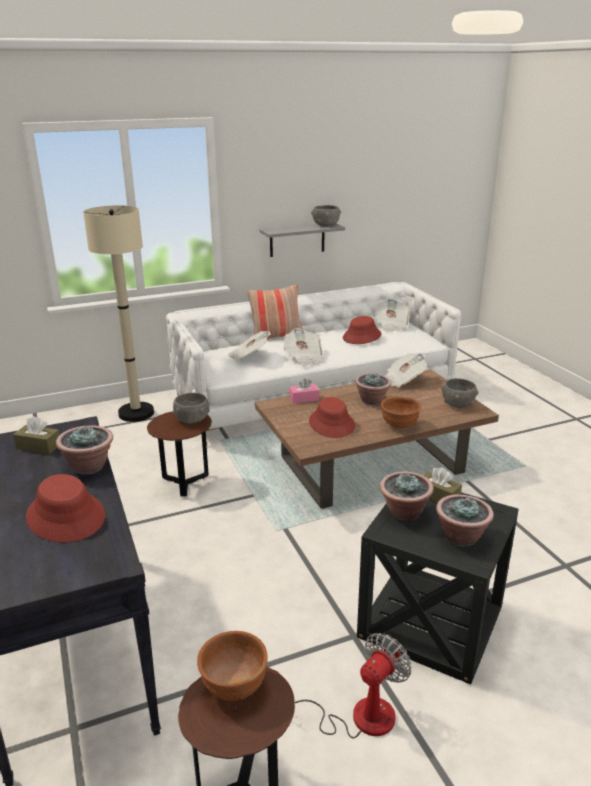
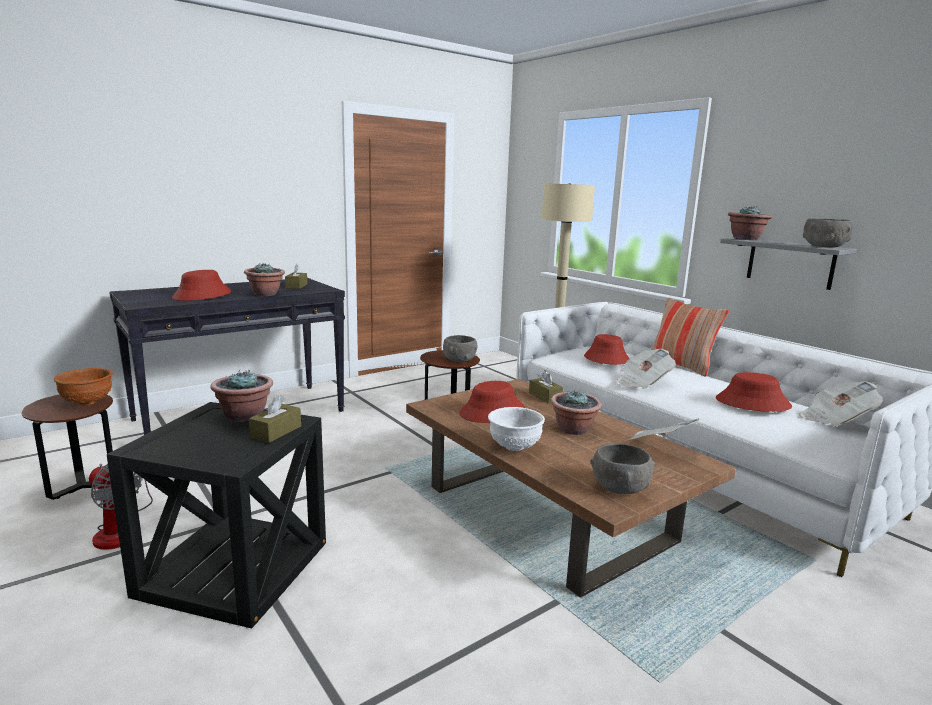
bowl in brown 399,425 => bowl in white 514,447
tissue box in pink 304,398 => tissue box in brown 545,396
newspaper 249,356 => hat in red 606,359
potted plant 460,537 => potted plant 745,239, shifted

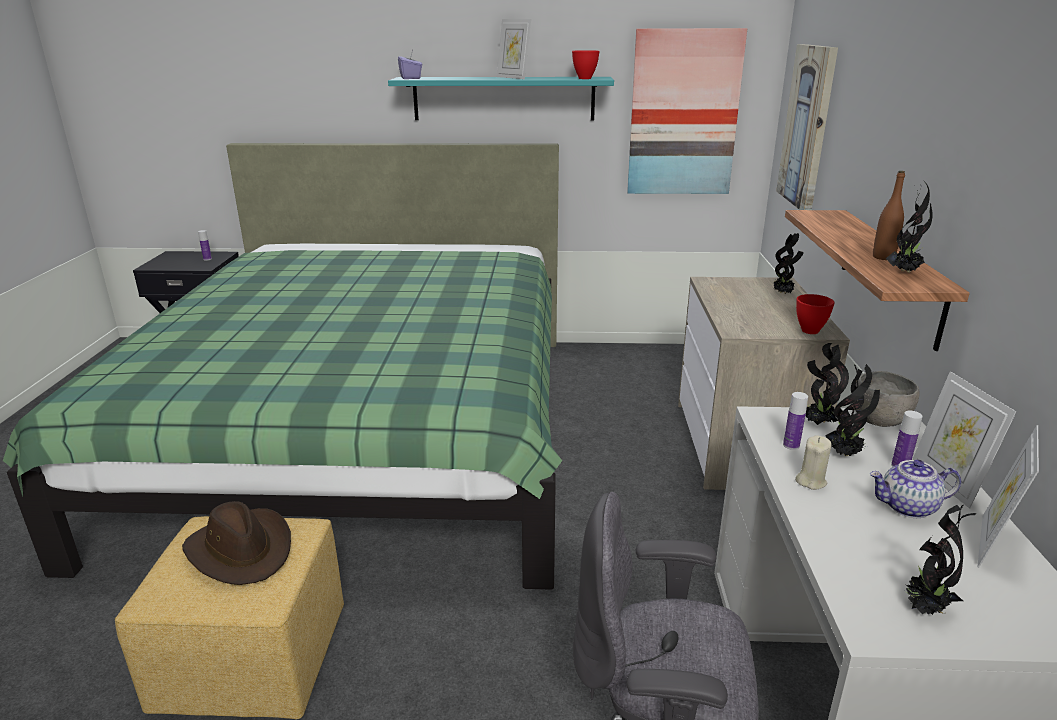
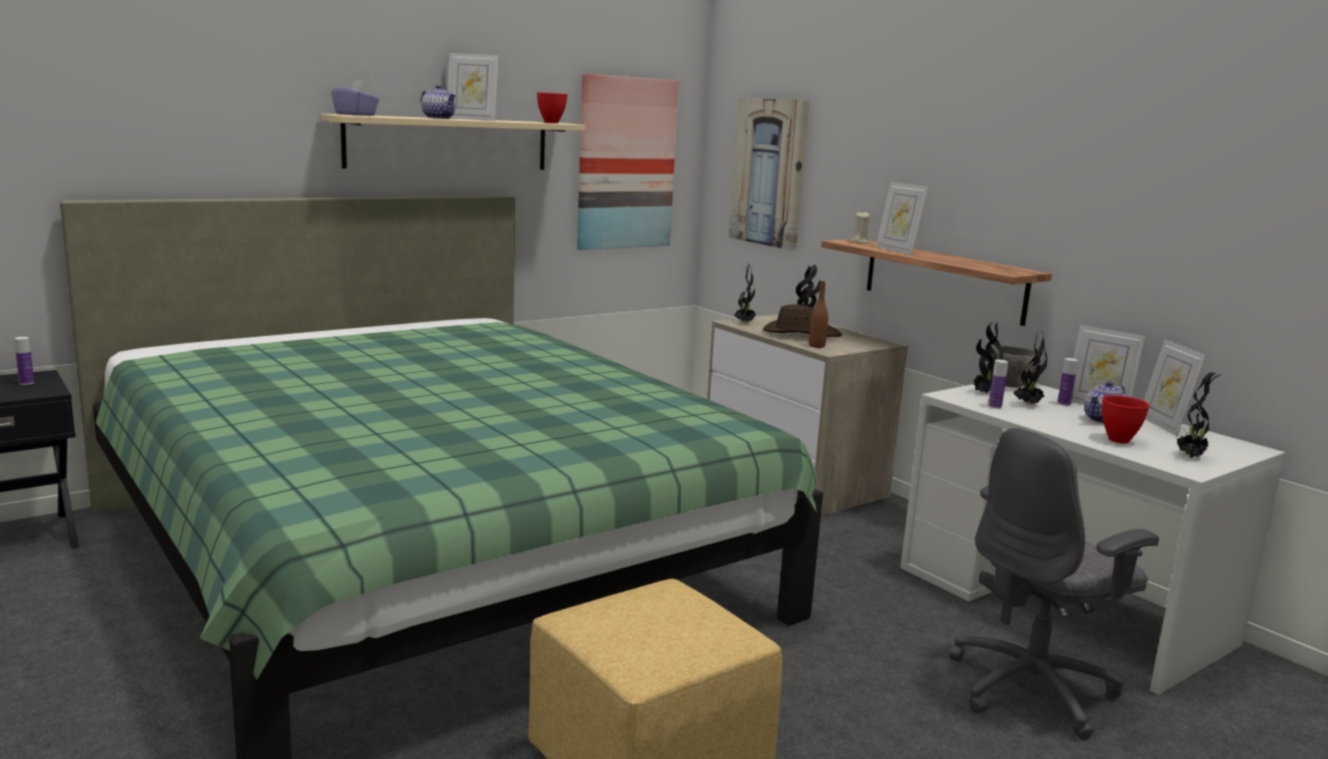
shelf in turquoise 503,98 => shelf in beige 448,143
nothing => teapot 439,118
potted plant 904,272 => potted plant 745,322, shifted
hat in brown 241,550 => hat in brown 801,333, shifted
bottle in brown 883,257 => bottle in brown 816,346, shifted
candle in beige 810,481 => candle in beige 859,242, shifted
nothing => picture frame 897,251
bowl in red 810,330 => bowl in red 1117,439, shifted

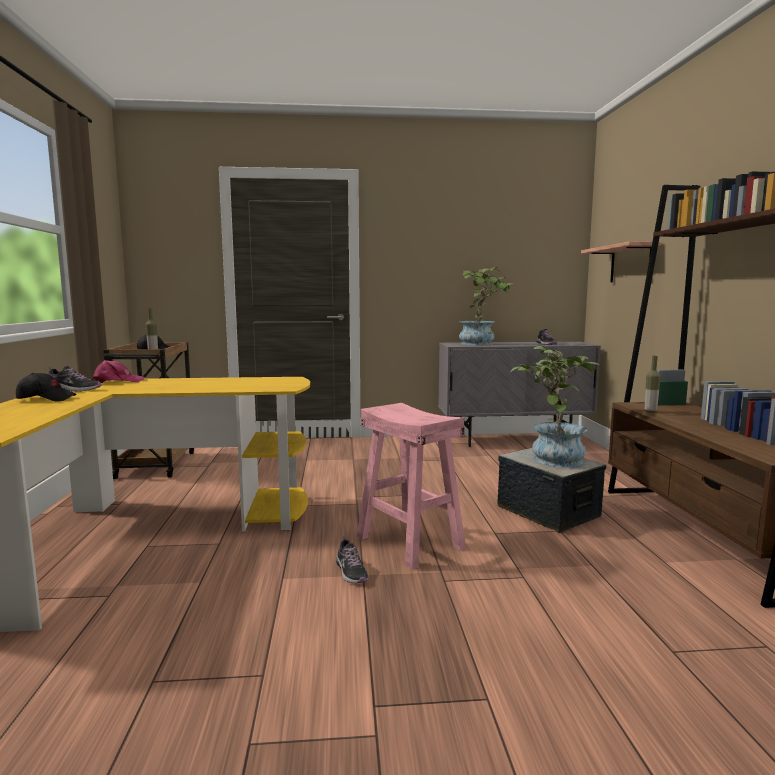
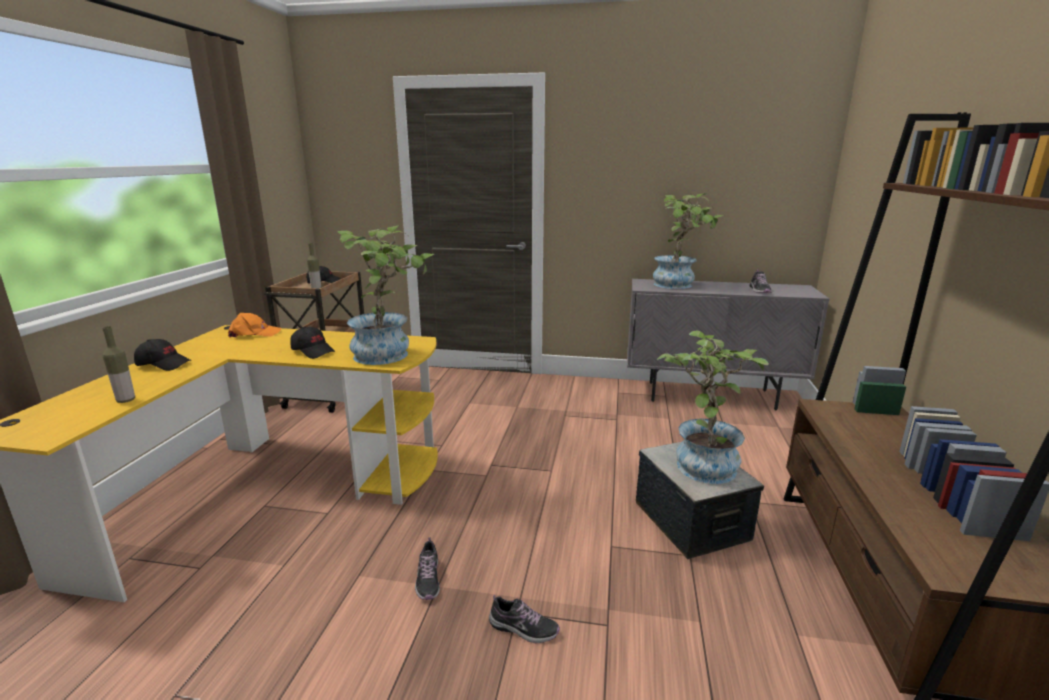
bottle 650,412 => bottle 126,400, shifted
cap in pink 117,381 => cap in orange 254,333
nothing => cap in black 313,351
nothing => potted plant 389,353
shoe 73,390 => shoe 523,628, shifted
stool in pink 410,542 => nothing
shelf 630,264 => nothing

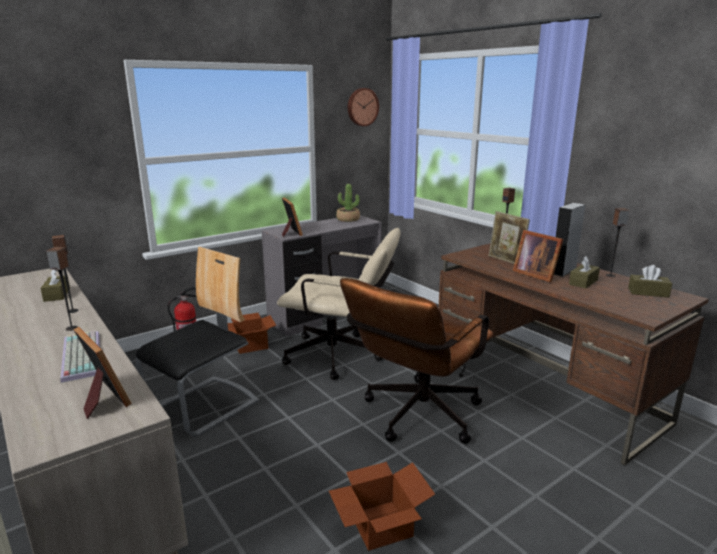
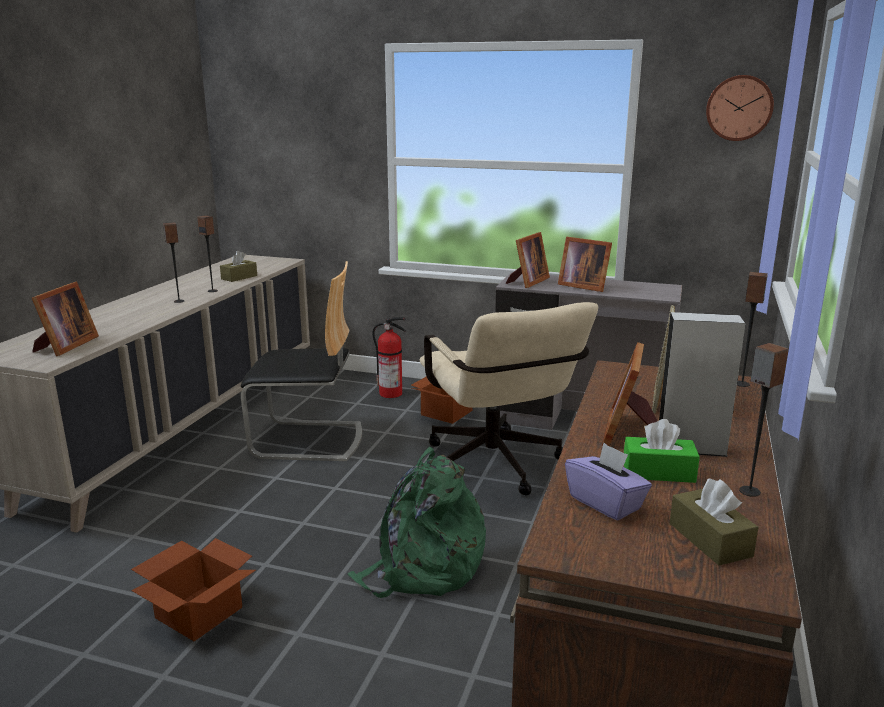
office chair in brown 416,417 => backpack in green 423,567
nothing => picture frame 582,286
nothing => tissue box in purple 605,503
tissue box in brown 583,282 => tissue box in green 658,472
keyboard 79,356 => nothing
potted plant 348,219 => nothing

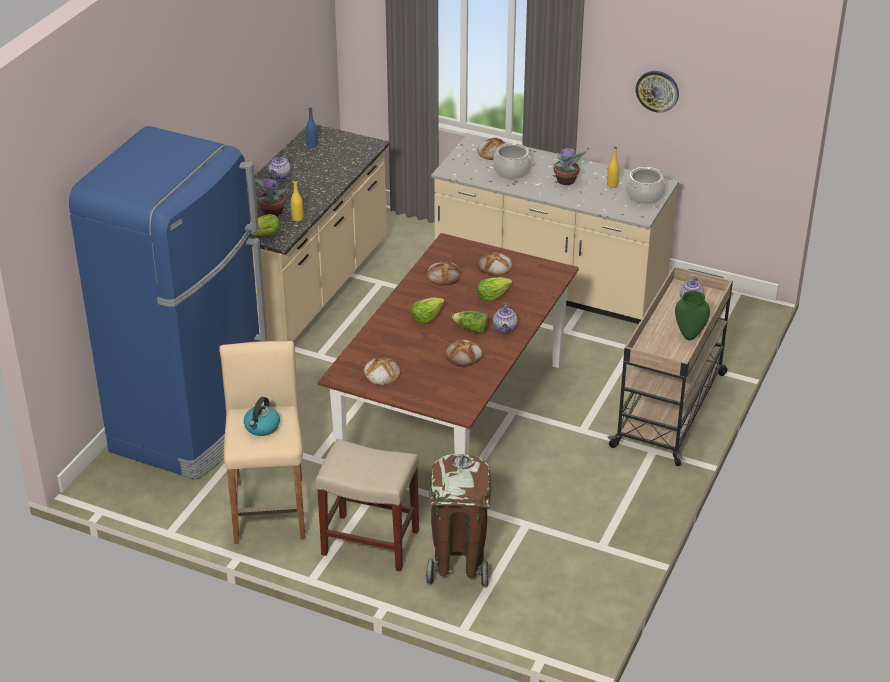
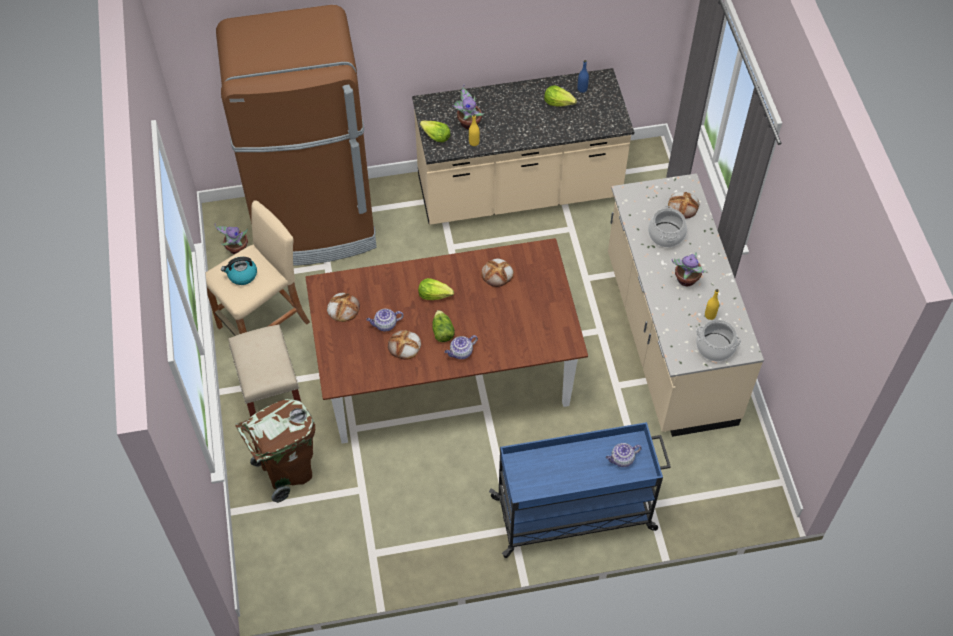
nothing => potted plant 236,249
fridge in blue 191,426 => fridge in brown 315,226
teapot 280,176 => teapot 385,325, shifted
cart in beige 670,408 => cart in blue 575,513
lettuce 492,296 => lettuce 558,102, shifted
bread 495,267 => nothing
wall clock 657,91 => nothing
vase in green 689,336 => nothing

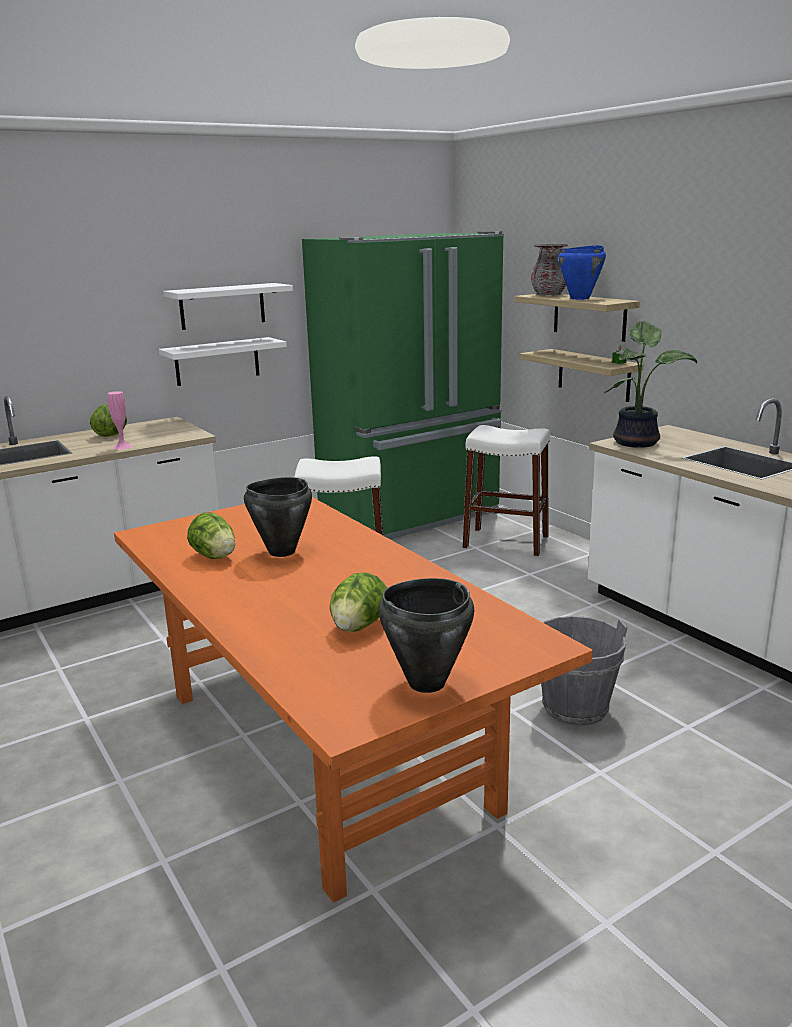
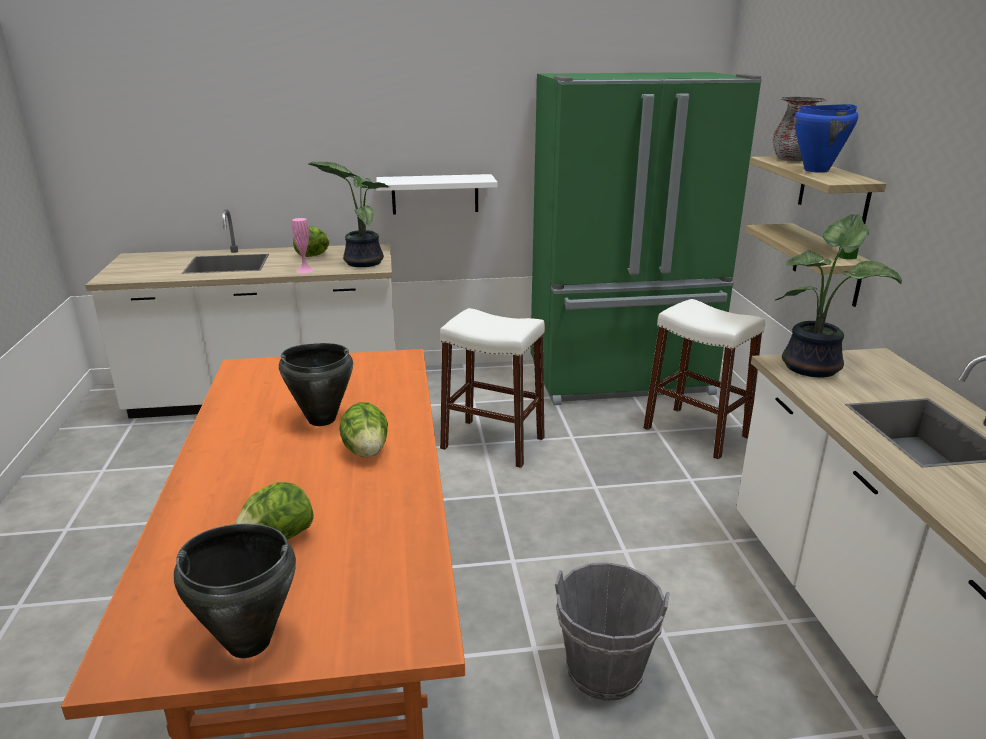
nothing => potted plant 361,262
lettuce 214,556 => lettuce 366,451, shifted
shelf in white 222,306 => nothing

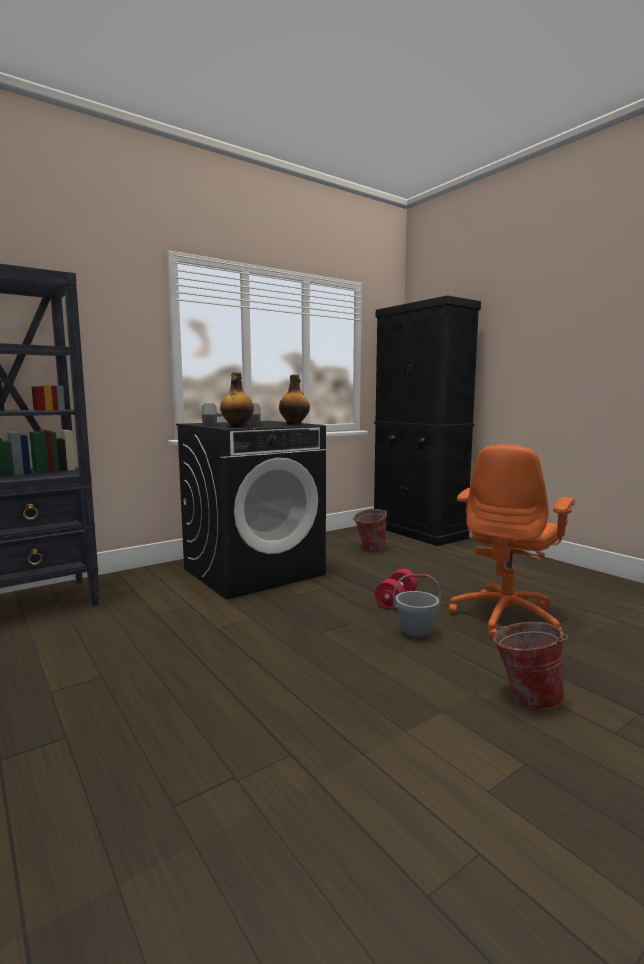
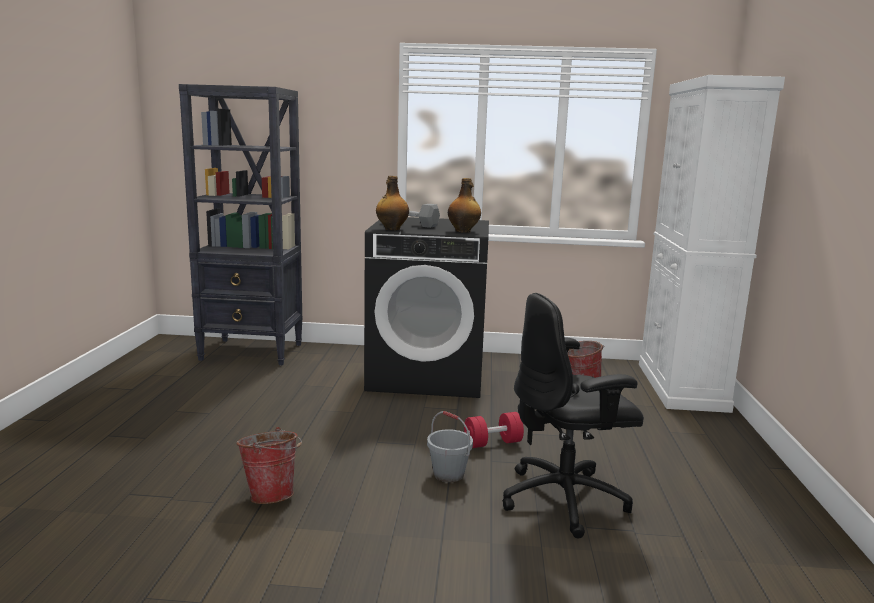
bucket 525,698 => bucket 271,495, shifted
office chair in orange 506,617 => office chair in black 565,500
cabinet in black 418,532 => cabinet in white 681,386

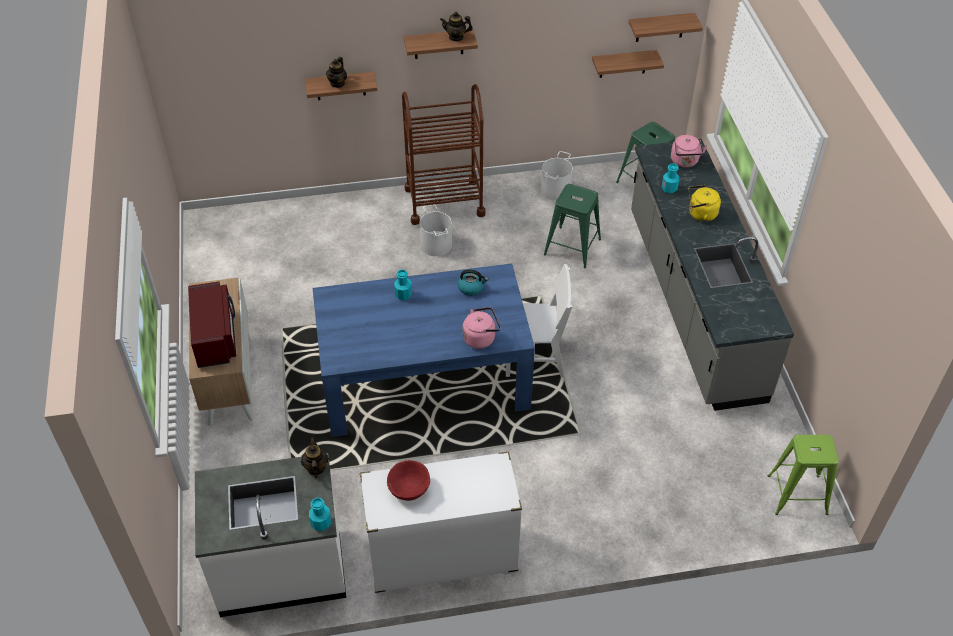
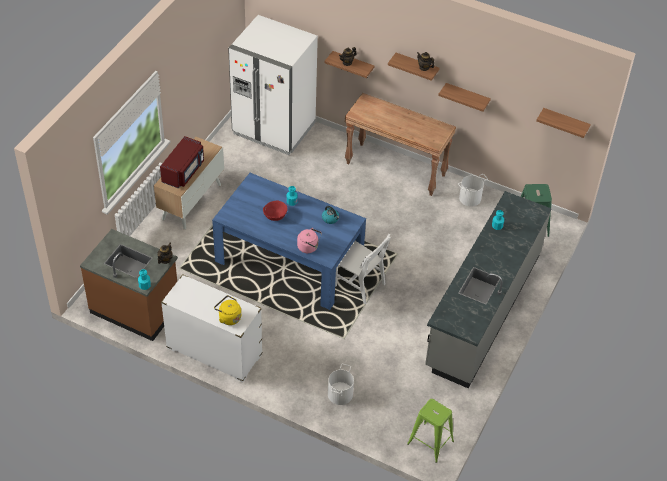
counter in white 281,568 => counter in brown 135,308
kettle in yellow 700,214 => kettle in yellow 228,317, shifted
nothing => fridge in white 274,129
bowl in red 408,488 => bowl in red 275,215, shifted
bucket in white 435,245 => bucket in white 339,394, shifted
cart in brown 444,201 => console table in brown 396,169
shelf 623,64 => shelf 467,97, shifted
stool in green 572,247 => nothing
kettle in pink 685,162 => nothing

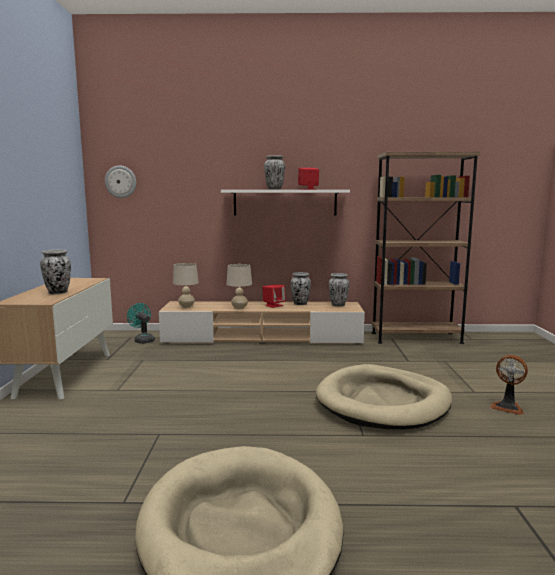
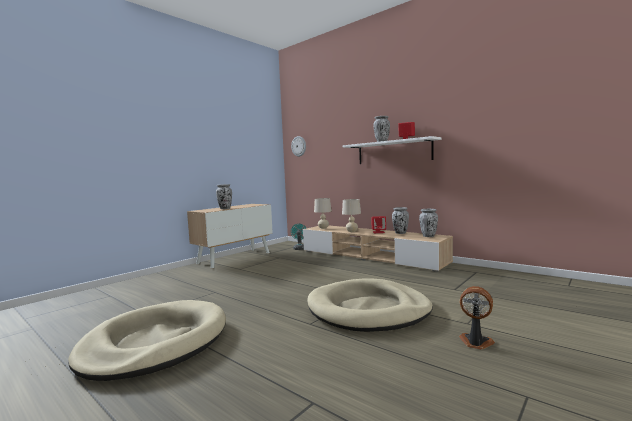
fan 507,407 => fan 475,343, 135 degrees clockwise
bookcase in brown 416,338 => nothing

